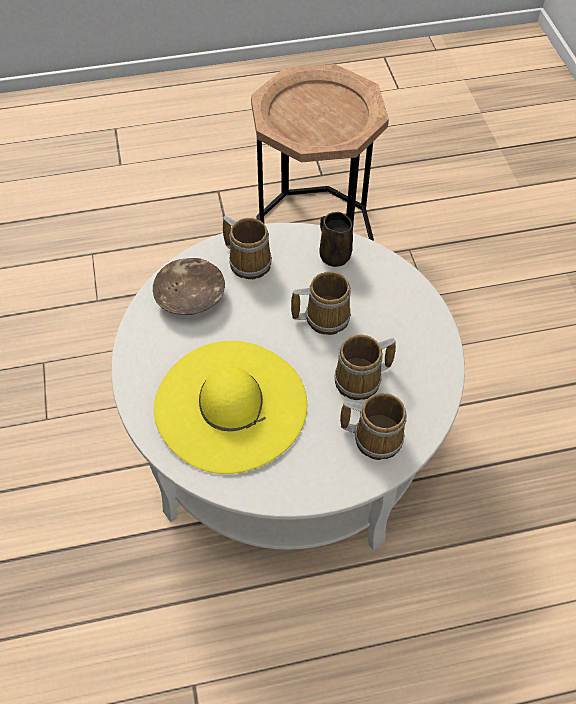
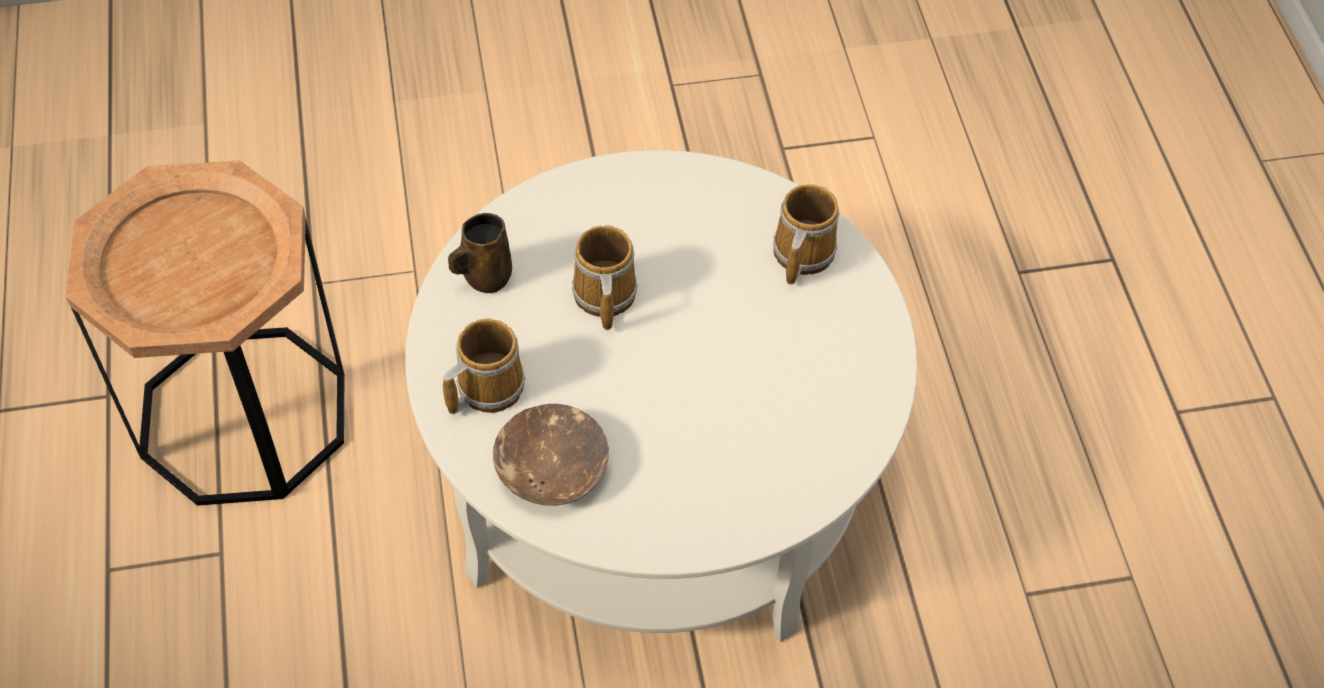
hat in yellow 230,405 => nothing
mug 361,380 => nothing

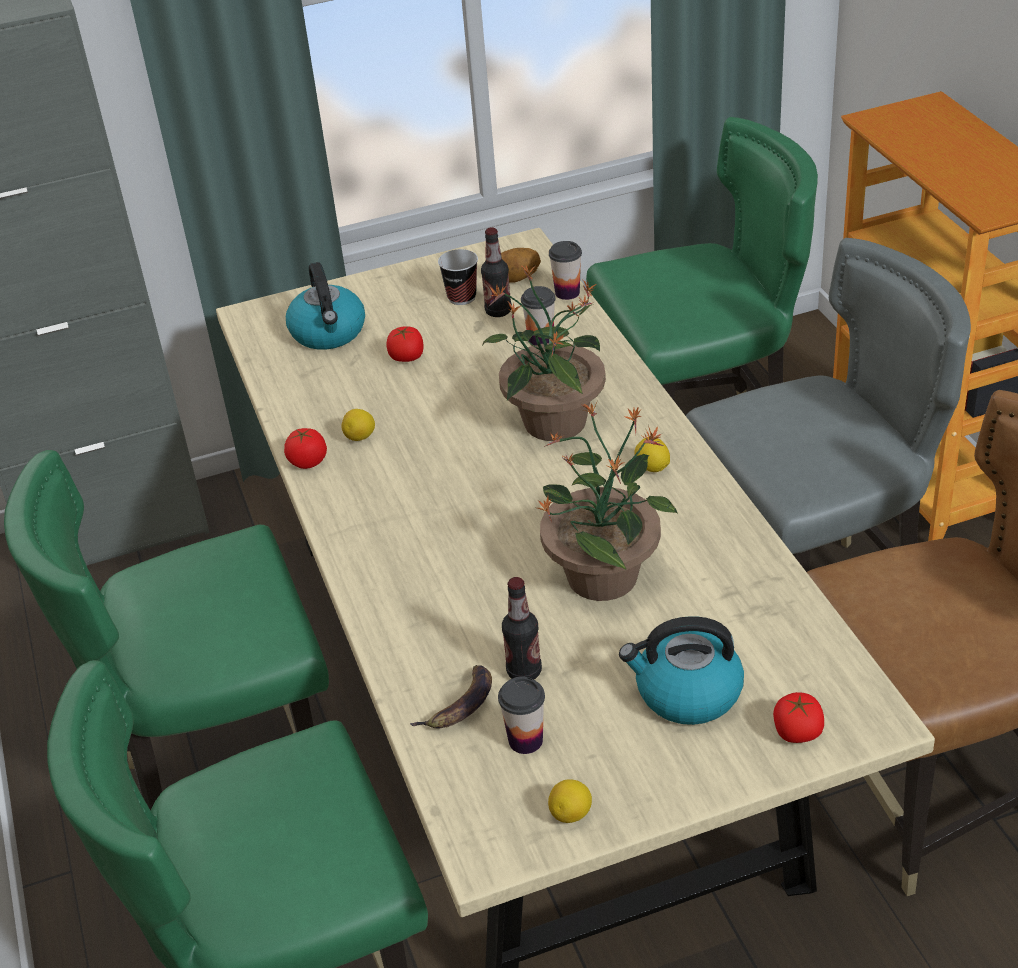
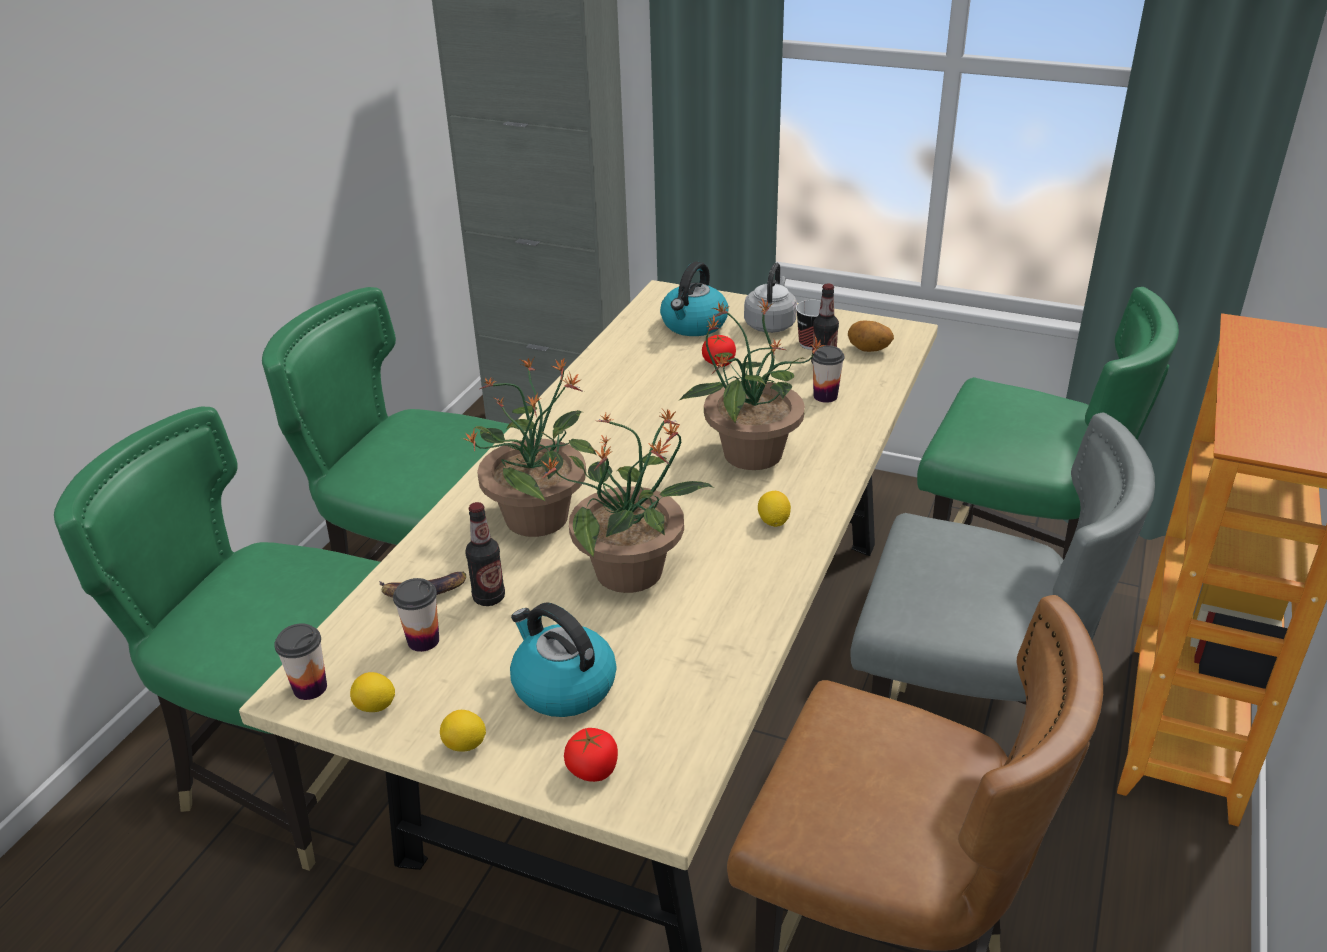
cup 567,293 => cup 310,688, shifted
lemon 360,437 => lemon 465,745, shifted
nothing => potted plant 538,516
nothing => kettle in grey 770,324
tomato 308,461 => nothing

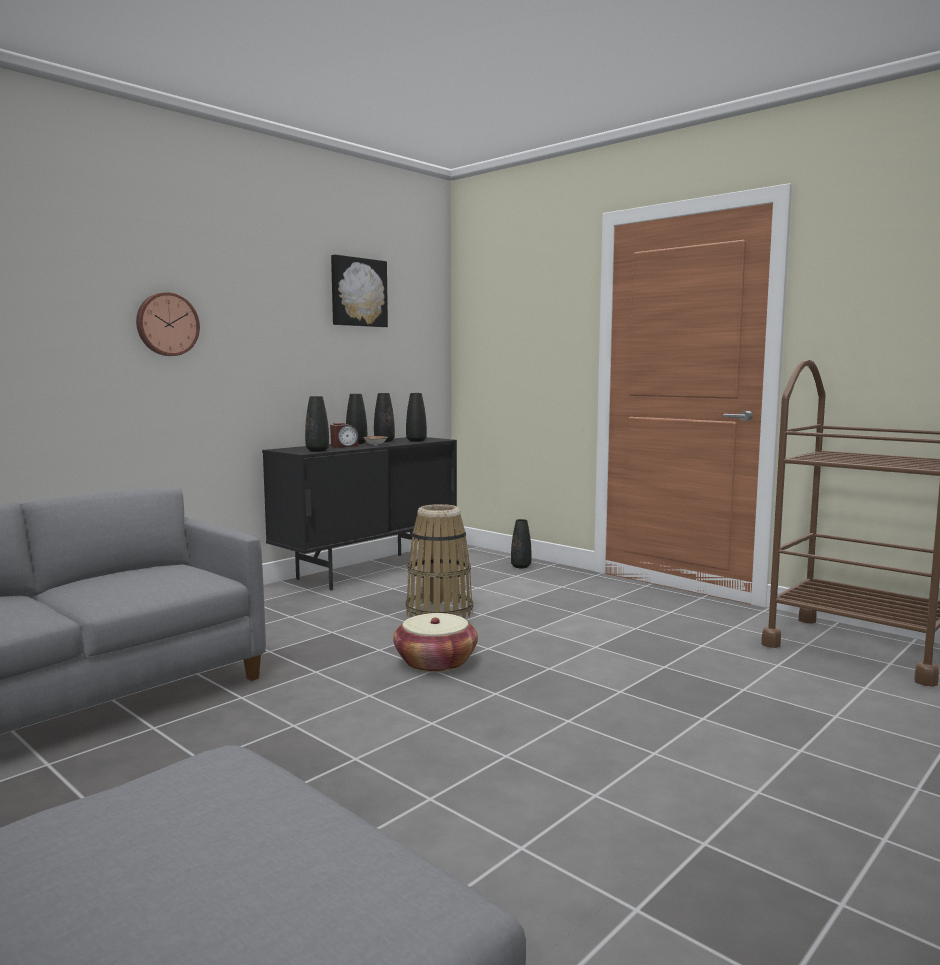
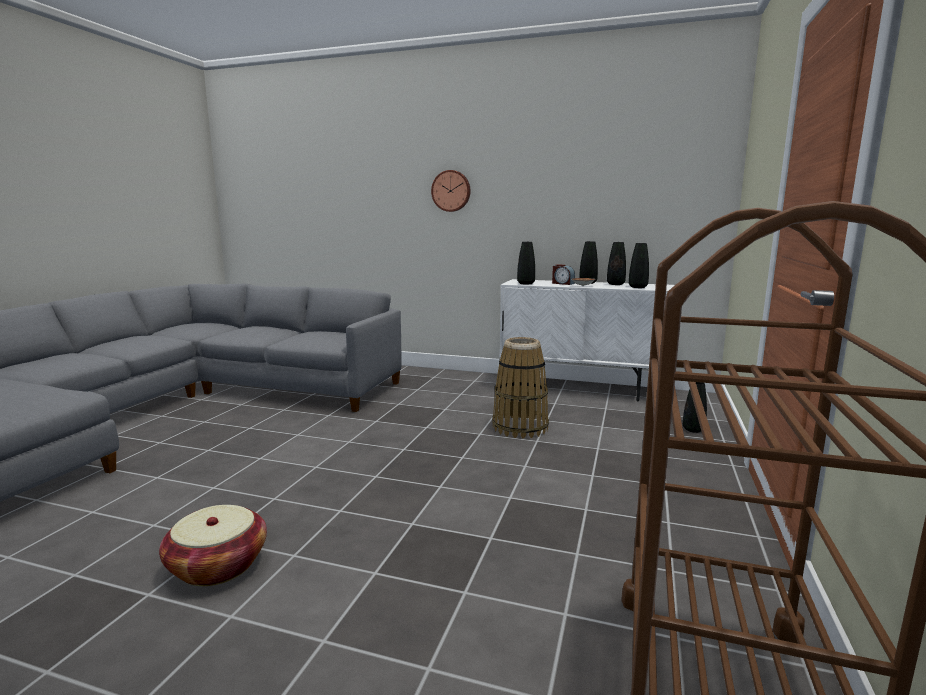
basket 435,662 => basket 218,566, shifted
cabinet in black 368,571 => cabinet in white 582,389
picture 358,292 => nothing

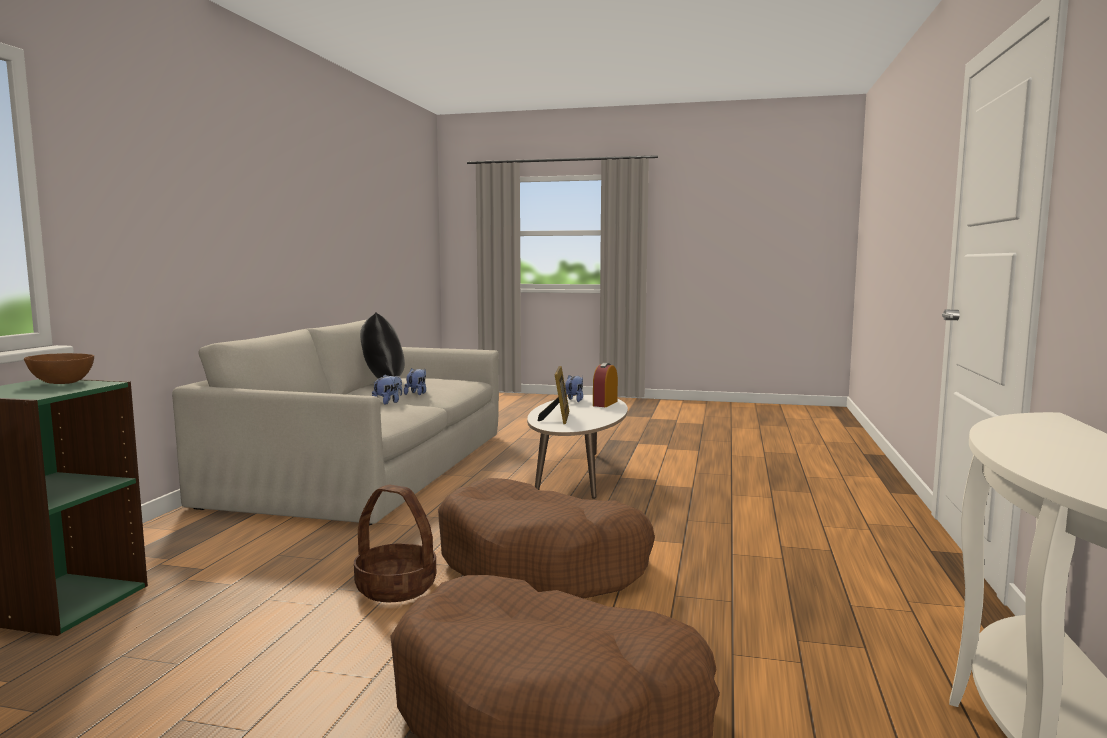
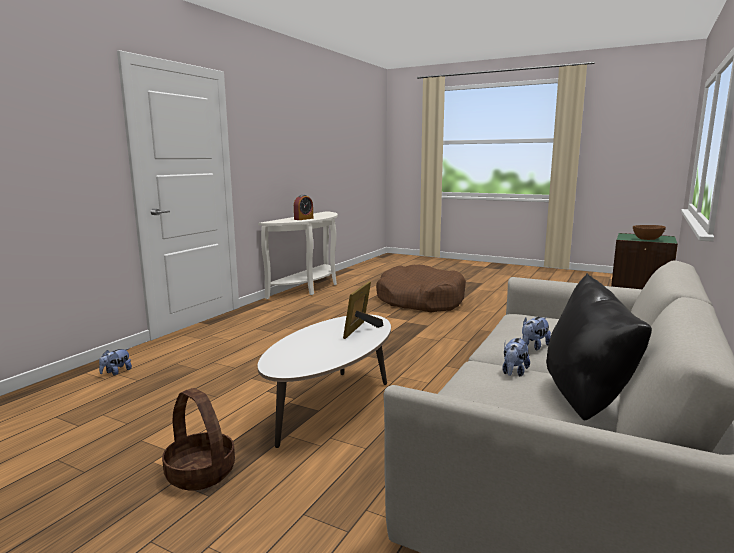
plush toy 574,400 => plush toy 116,372, shifted
basket 397,587 => basket 200,473, shifted
alarm clock 605,403 => alarm clock 303,219, shifted
dog bed in brown 543,565 => nothing

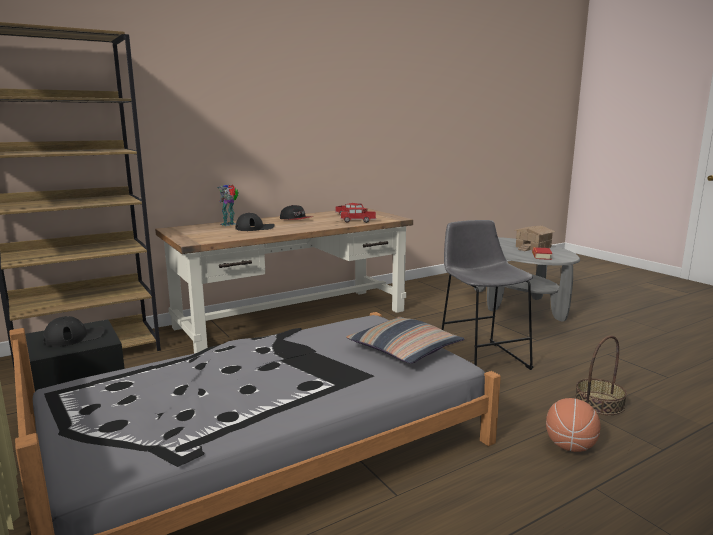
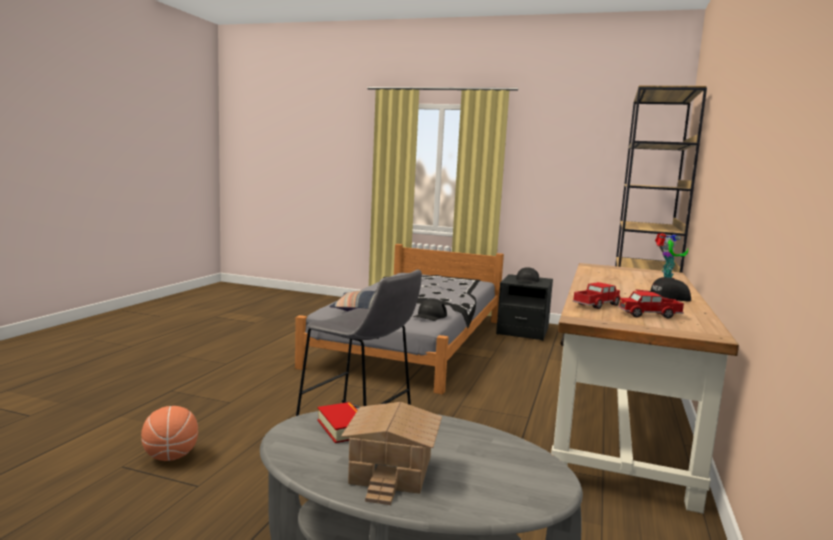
basketball 570,446 => basketball 171,456, shifted
cap in black 255,228 => cap in black 429,316, shifted
basket 599,403 => nothing

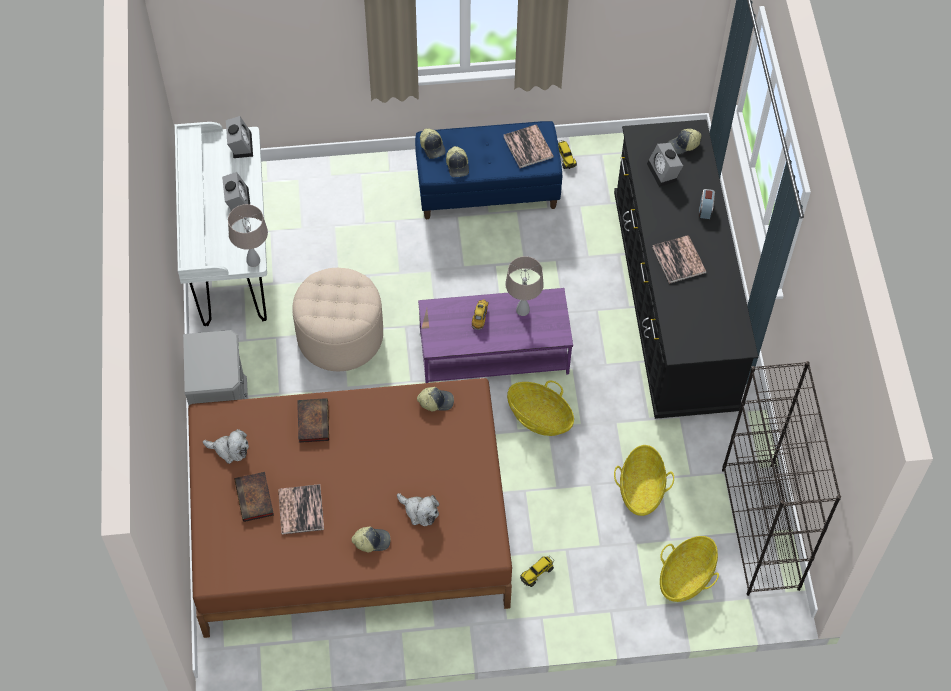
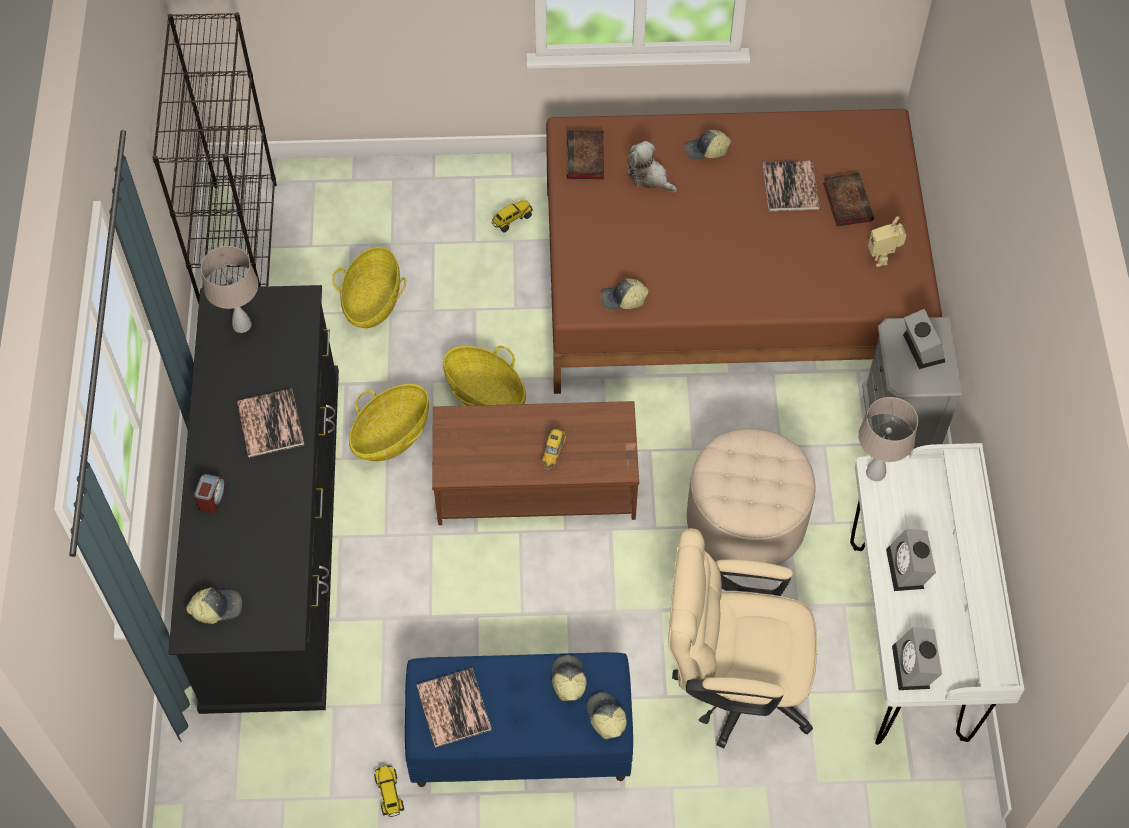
table lamp in beige 522,310 => table lamp in beige 242,325, shifted
basket 686,576 => basket 391,435, shifted
coffee table in purple 493,353 => coffee table in brown 536,482
book 312,421 => book 586,158, shifted
nothing => office chair in beige 732,682
plush toy 230,449 => toy robot 882,257
alarm clock 664,172 => alarm clock 920,347, shifted

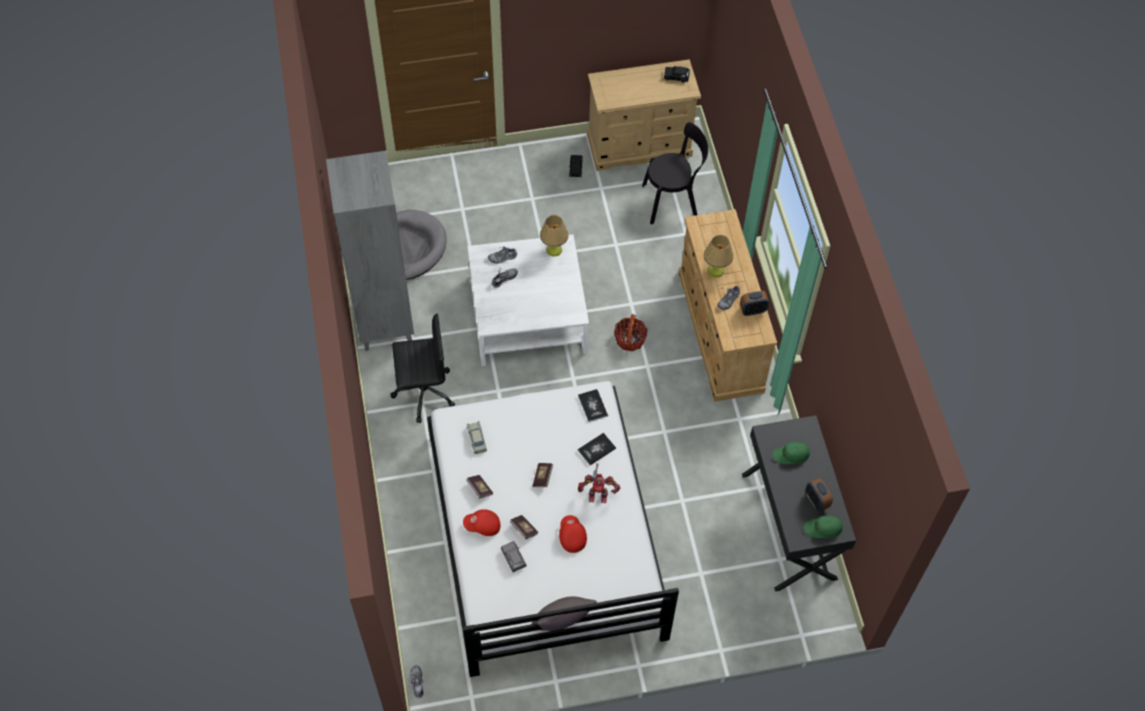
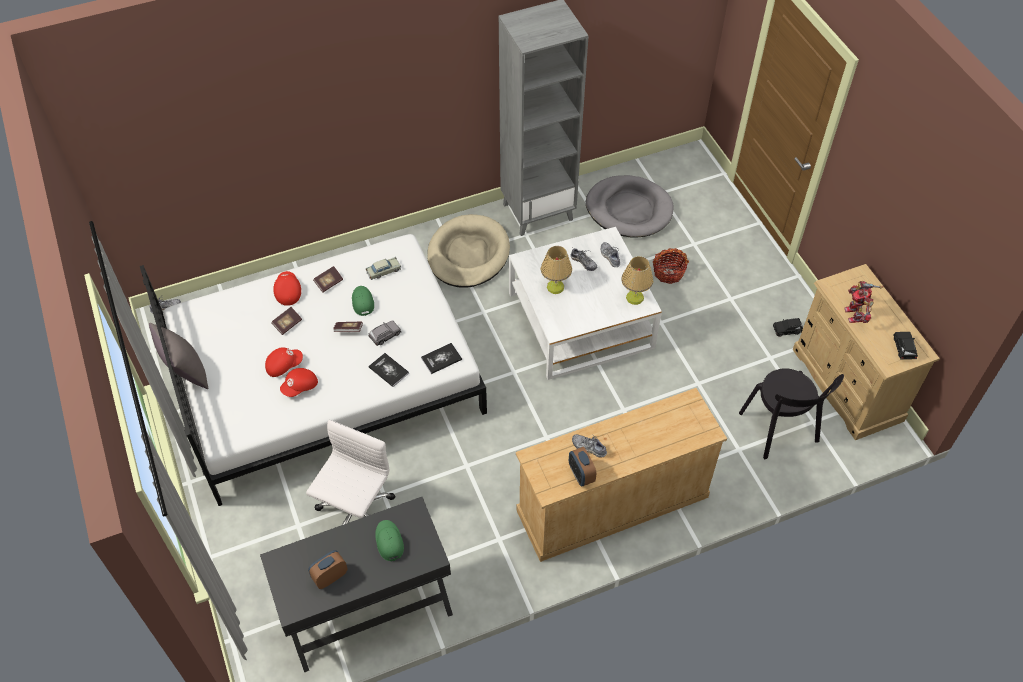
nothing => cap in red 300,387
nothing => office chair in white 356,514
cap in green 823,528 => cap in green 362,302, shifted
toy car in grey 513,558 => toy car in grey 385,335, shifted
office chair in black 423,392 => dog bed in beige 468,254
table lamp 715,270 => table lamp 555,287, shifted
basket 630,339 => basket 668,272, shifted
toy robot 598,494 => toy robot 855,314, shifted

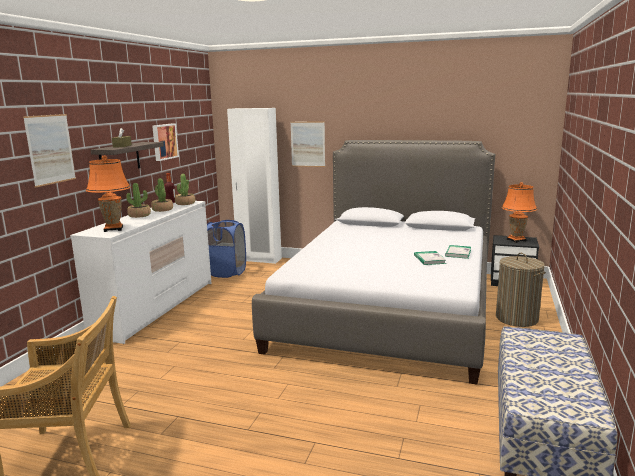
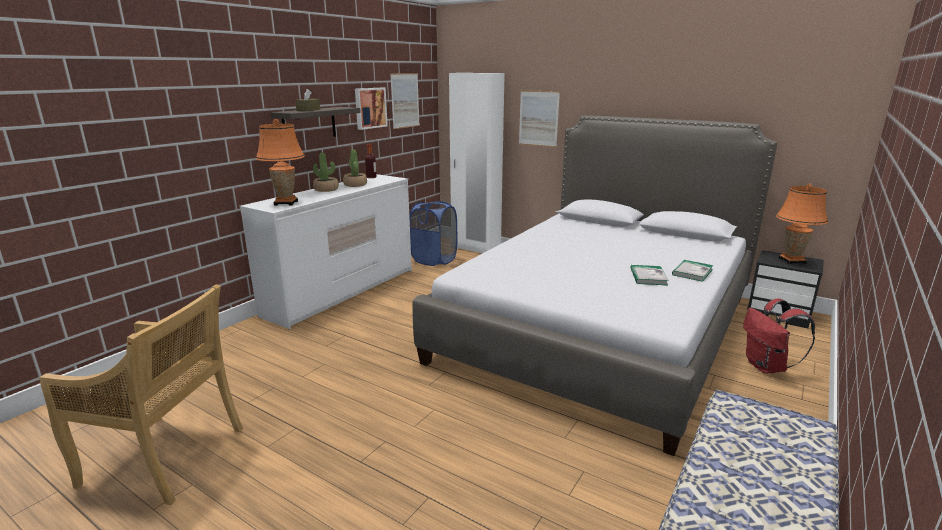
picture 50,149 => picture 405,100, shifted
laundry basket 517,318 => backpack in red 767,367
potted plant 185,203 => nothing

